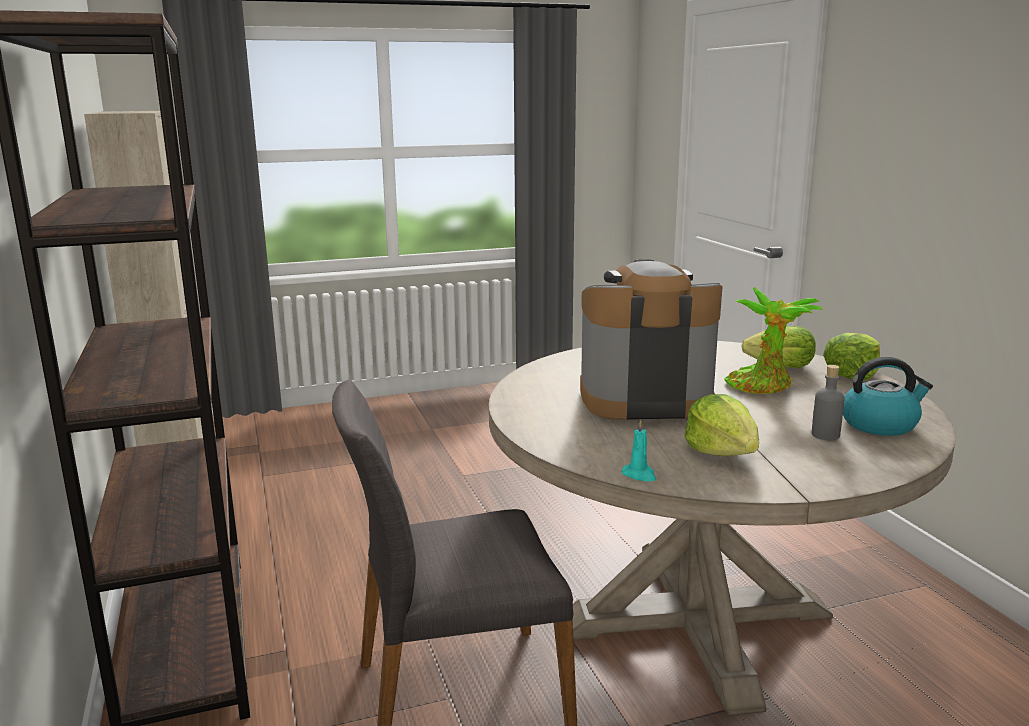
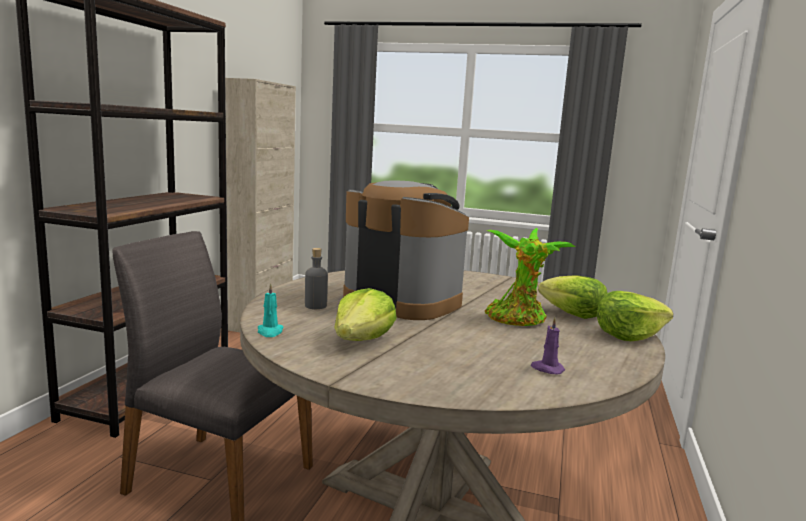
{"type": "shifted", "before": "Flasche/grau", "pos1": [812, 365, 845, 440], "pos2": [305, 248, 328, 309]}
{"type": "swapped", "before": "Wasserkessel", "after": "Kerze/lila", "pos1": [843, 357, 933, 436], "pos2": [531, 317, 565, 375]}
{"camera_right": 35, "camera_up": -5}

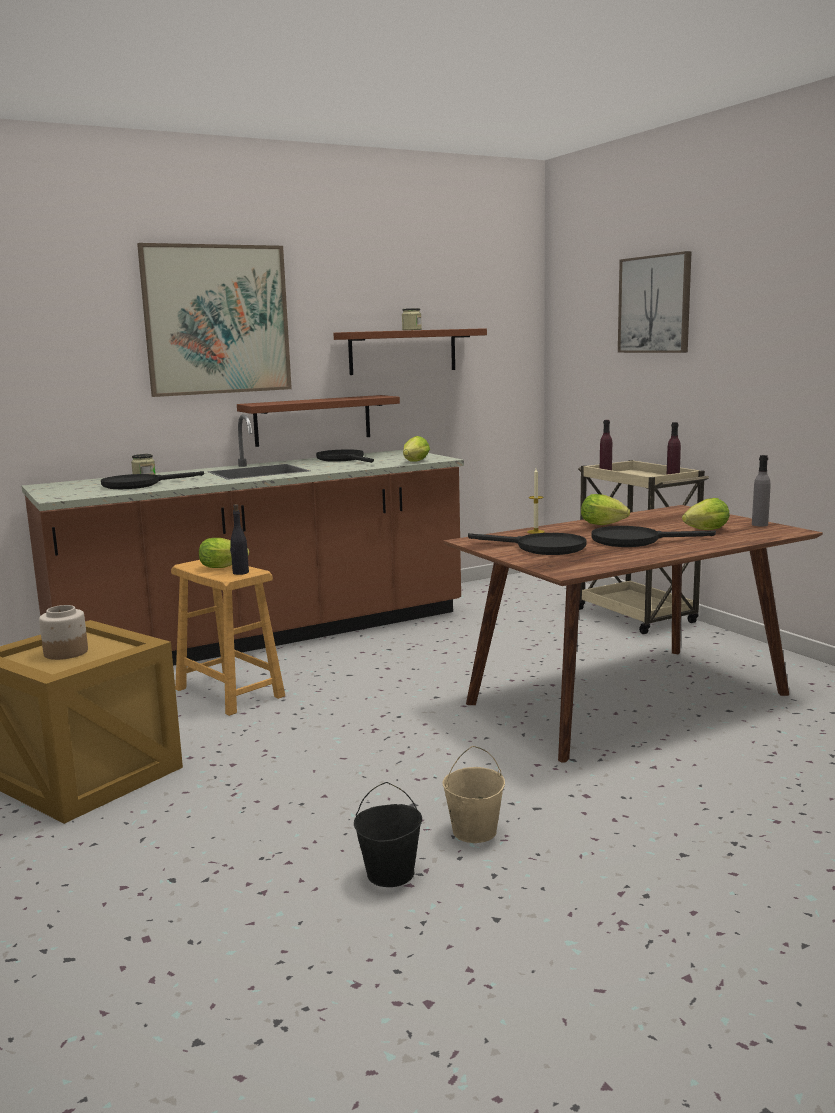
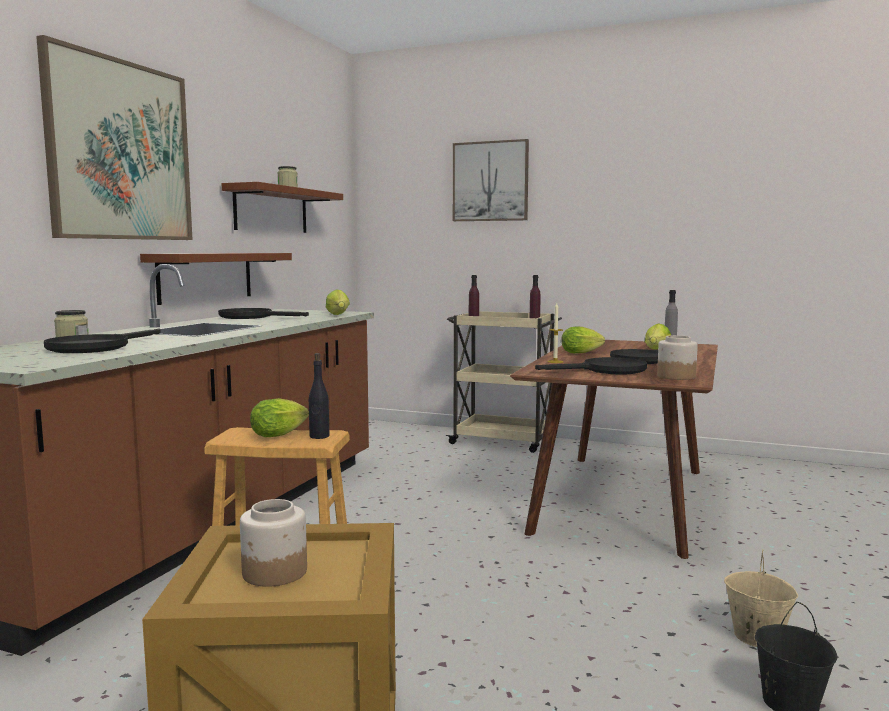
{"type": "new", "after": "Vorratsglas", "pos2": [657, 335, 698, 380]}
{"camera_right": -40, "camera_up": -5}

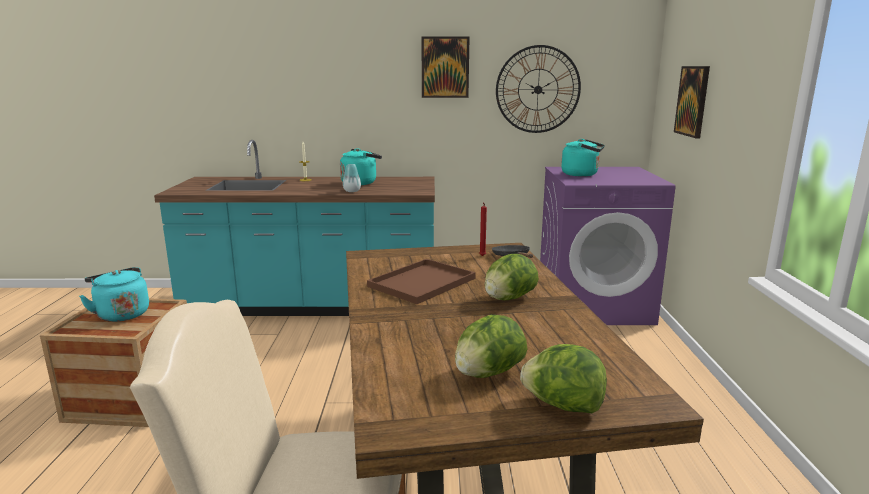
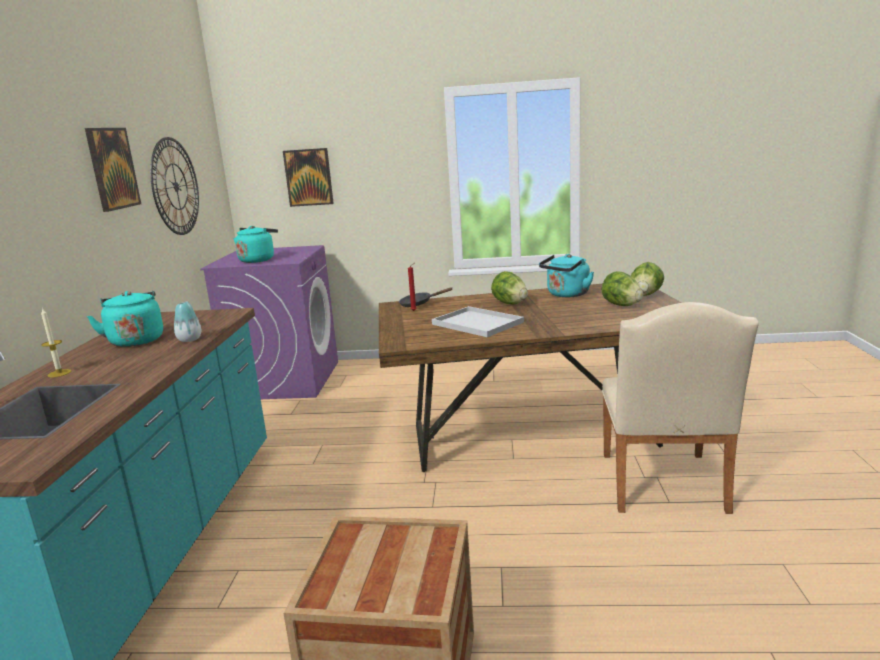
{"type": "shifted", "before": "Wasserkessel/türkis", "pos1": [79, 267, 149, 322], "pos2": [539, 254, 594, 297]}
{"type": "repainted", "before": "Tablett/braun", "after": "Tablett/weiß", "pos1": [367, 259, 476, 304], "pos2": [432, 306, 524, 337]}
{"camera_right": -85, "camera_up": 0}

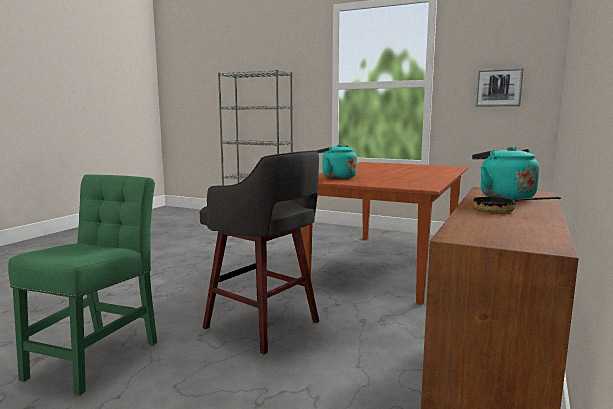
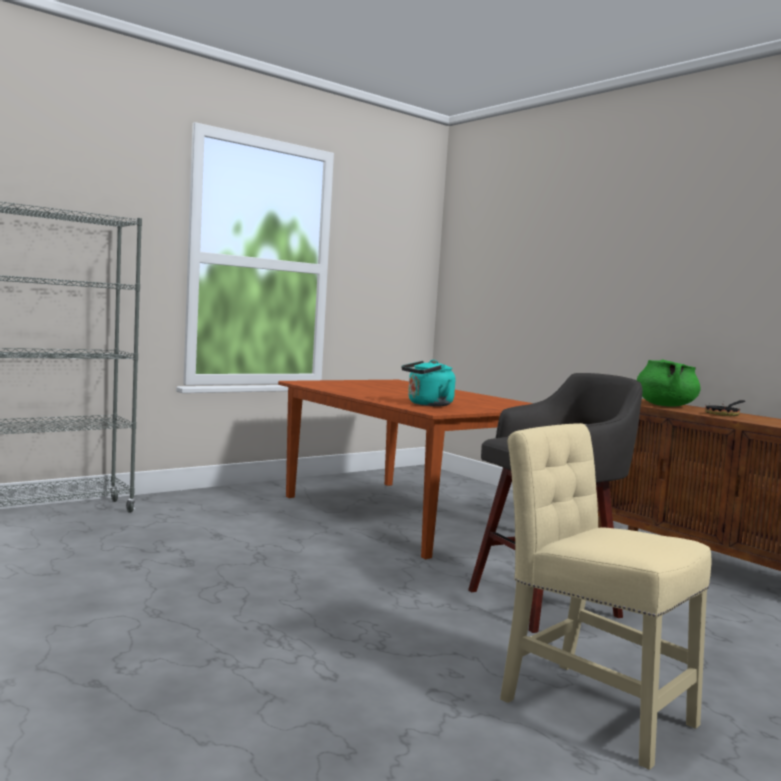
{"type": "gone", "before": "Bild", "pos1": [475, 67, 524, 107]}
{"type": "swapped", "before": "Wasserkessel/türkis", "after": "Kochtopf/grün", "pos1": [472, 146, 539, 200], "pos2": [637, 359, 701, 407]}
{"type": "repainted", "before": "Stuhl/grün", "after": "Stuhl/beige", "pos1": [8, 175, 157, 395], "pos2": [500, 423, 712, 770]}
{"camera_right": -65, "camera_up": -5}

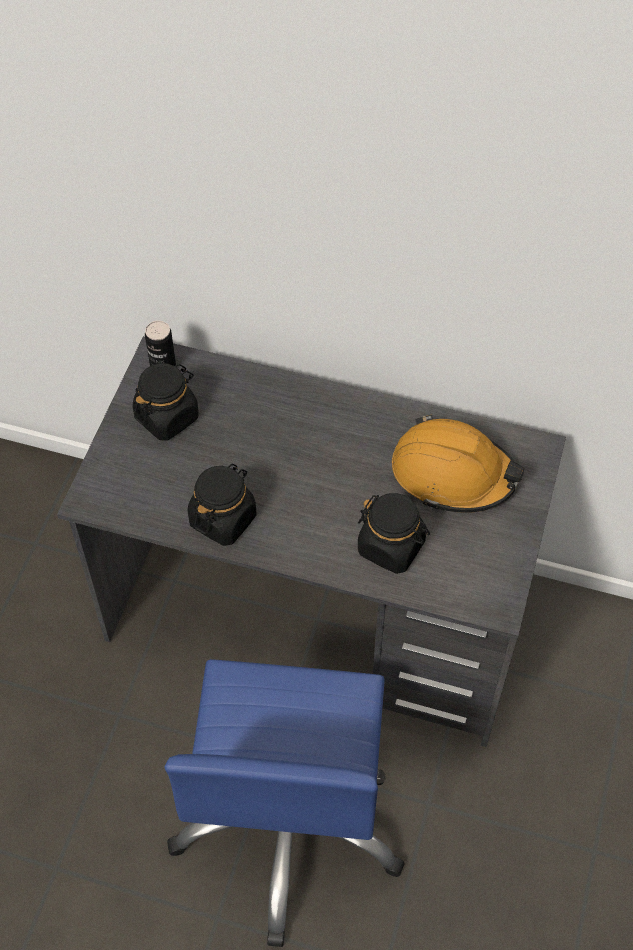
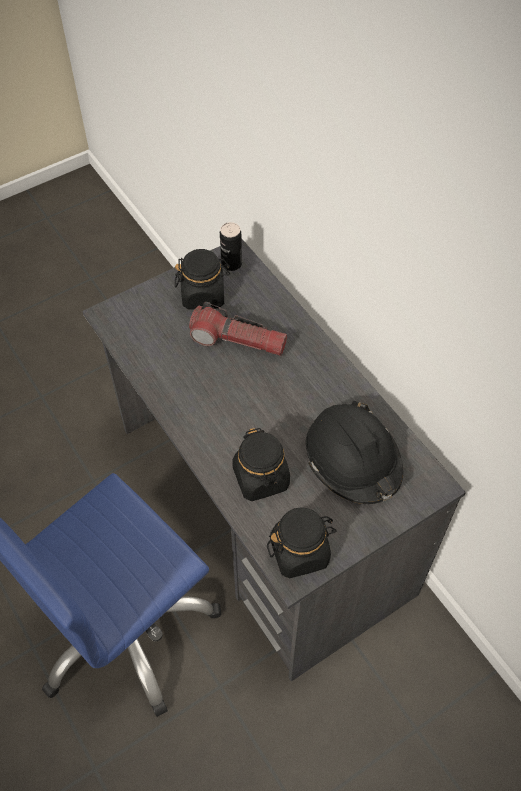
{"type": "new", "after": "Taschenlampe", "pos2": [189, 302, 287, 356]}
{"type": "shifted", "before": "Vorratsglas/schwarz", "pos1": [187, 464, 257, 546], "pos2": [267, 507, 337, 578]}
{"type": "repainted", "before": "Schutzhelm/orange", "after": "Schutzhelm/schwarz", "pos1": [392, 414, 525, 513], "pos2": [306, 400, 403, 504]}
{"camera_right": 40, "camera_up": 0}

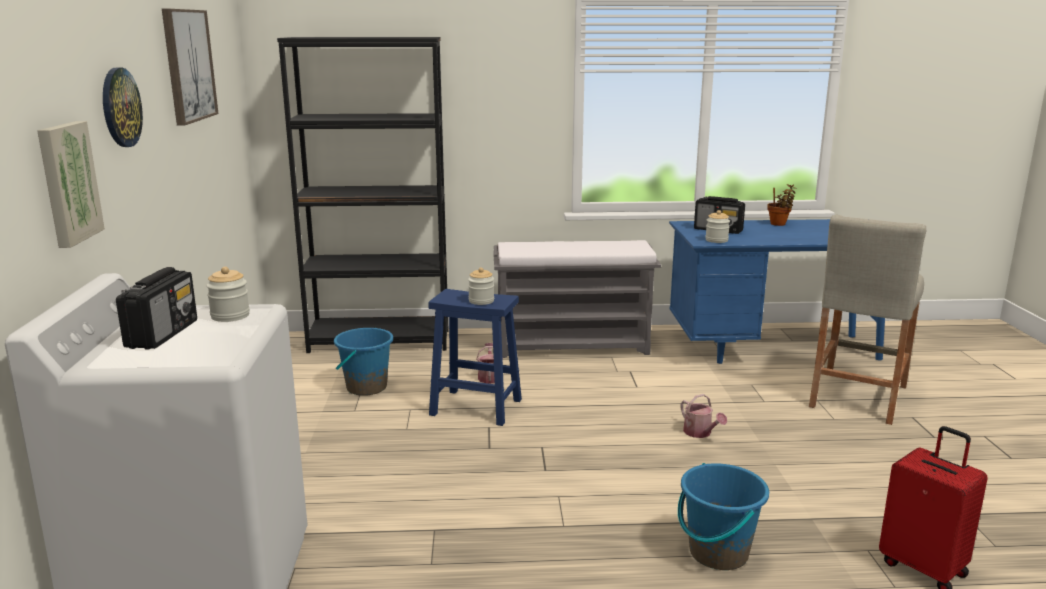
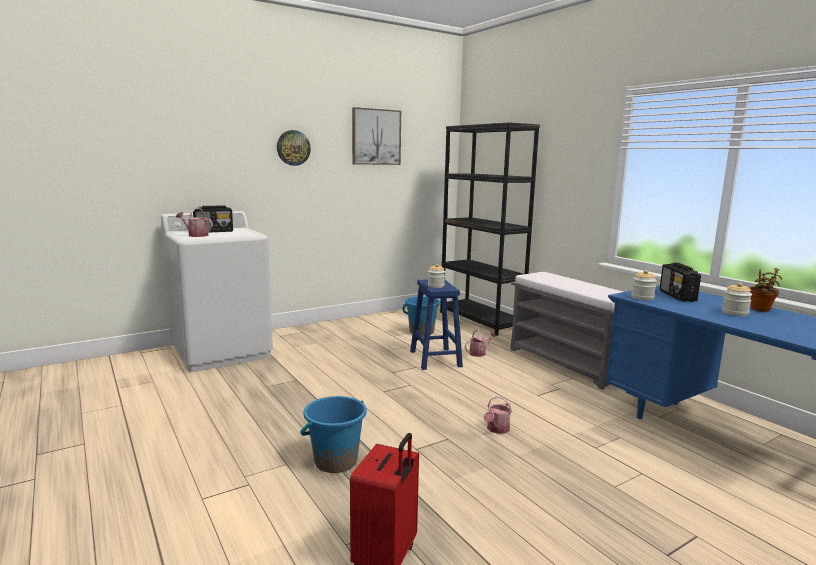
{"type": "gone", "before": "Bild", "pos1": [37, 121, 105, 248]}
{"type": "gone", "before": "Hocker/beige", "pos1": [809, 214, 926, 425]}
{"type": "new", "after": "Gießkanne", "pos2": [176, 208, 213, 237]}
{"type": "shifted", "before": "Vorratsglas", "pos1": [206, 267, 250, 322], "pos2": [722, 282, 752, 316]}
{"camera_right": 60, "camera_up": -5}

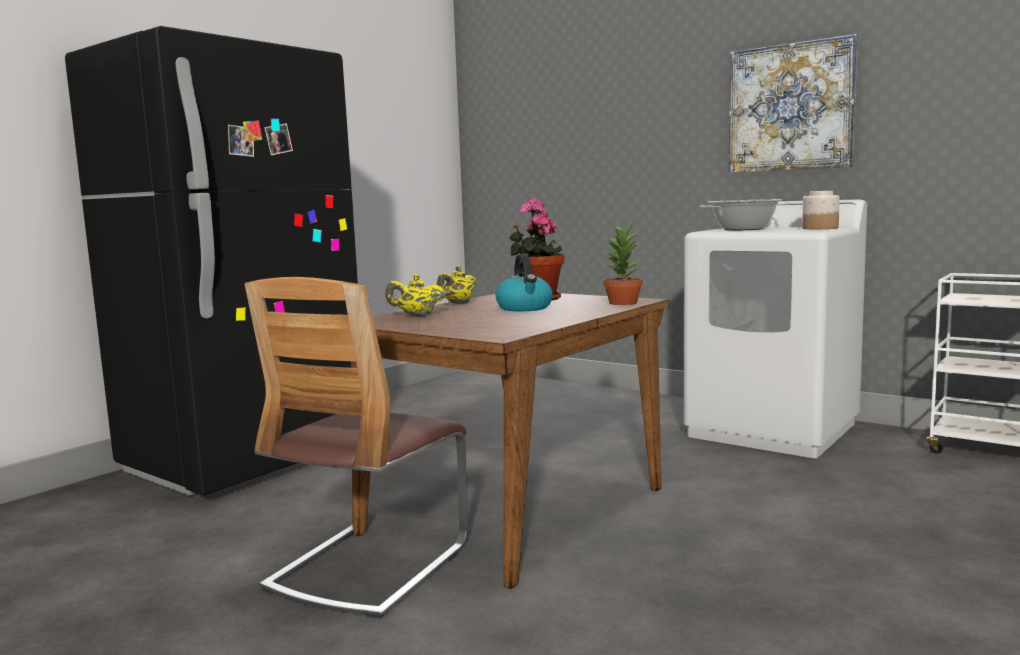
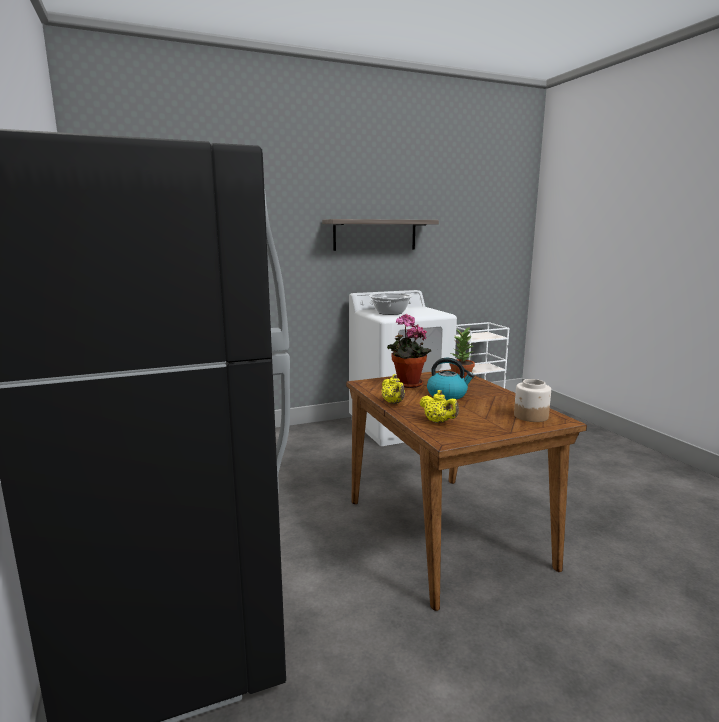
{"type": "gone", "before": "Stuhl", "pos1": [245, 277, 468, 619]}
{"type": "shifted", "before": "Vorratsglas", "pos1": [802, 191, 840, 229], "pos2": [514, 379, 551, 422]}
{"type": "swapped", "before": "Bild", "after": "Wandregal", "pos1": [729, 34, 858, 173], "pos2": [322, 219, 439, 251]}
{"type": "rotated", "before": "Teekanne/gelb", "pos1": [385, 274, 446, 317], "pos2": [420, 390, 459, 423], "turn": -60}
{"camera_right": -60, "camera_up": 5}

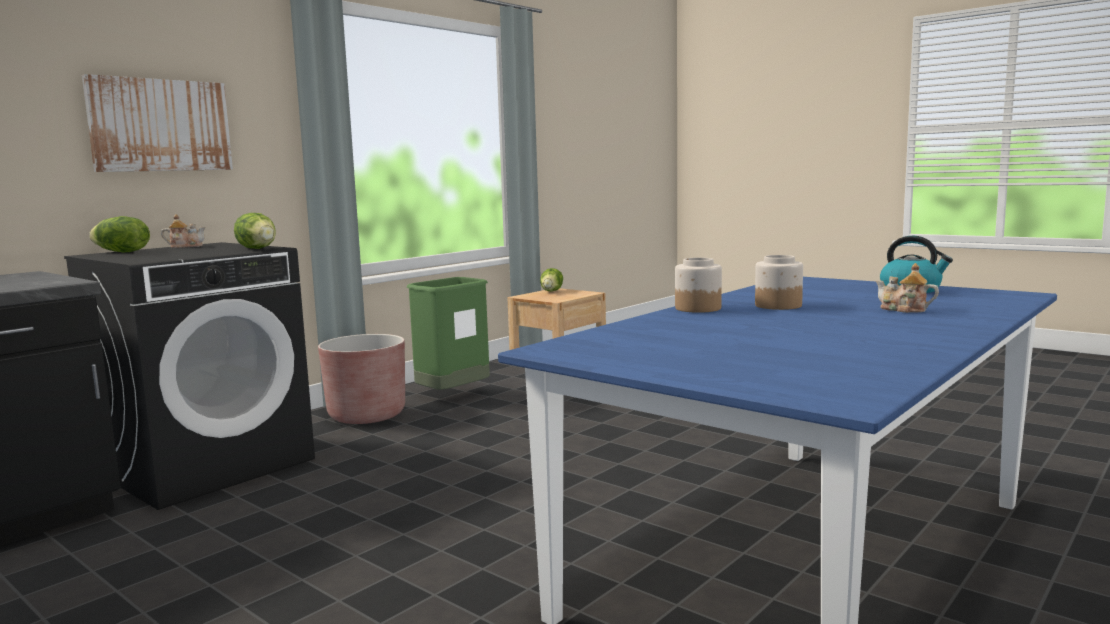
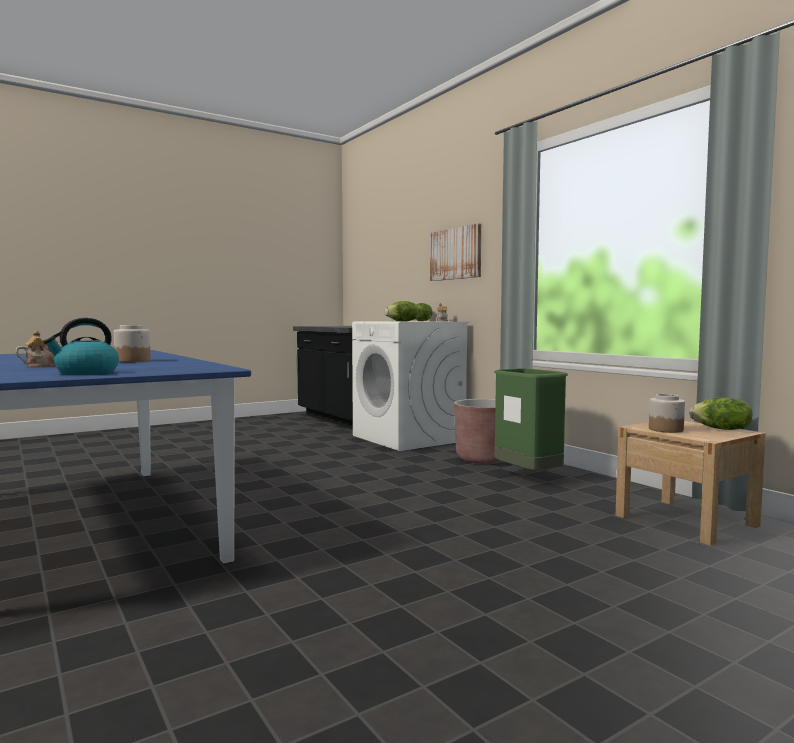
{"type": "shifted", "before": "Vorratsglas", "pos1": [675, 257, 722, 313], "pos2": [649, 394, 685, 433]}
{"type": "repainted", "before": "Waschmaschine/schwarz", "after": "Waschmaschine/weiß", "pos1": [64, 242, 315, 510], "pos2": [352, 321, 470, 451]}
{"camera_right": 105, "camera_up": -5}

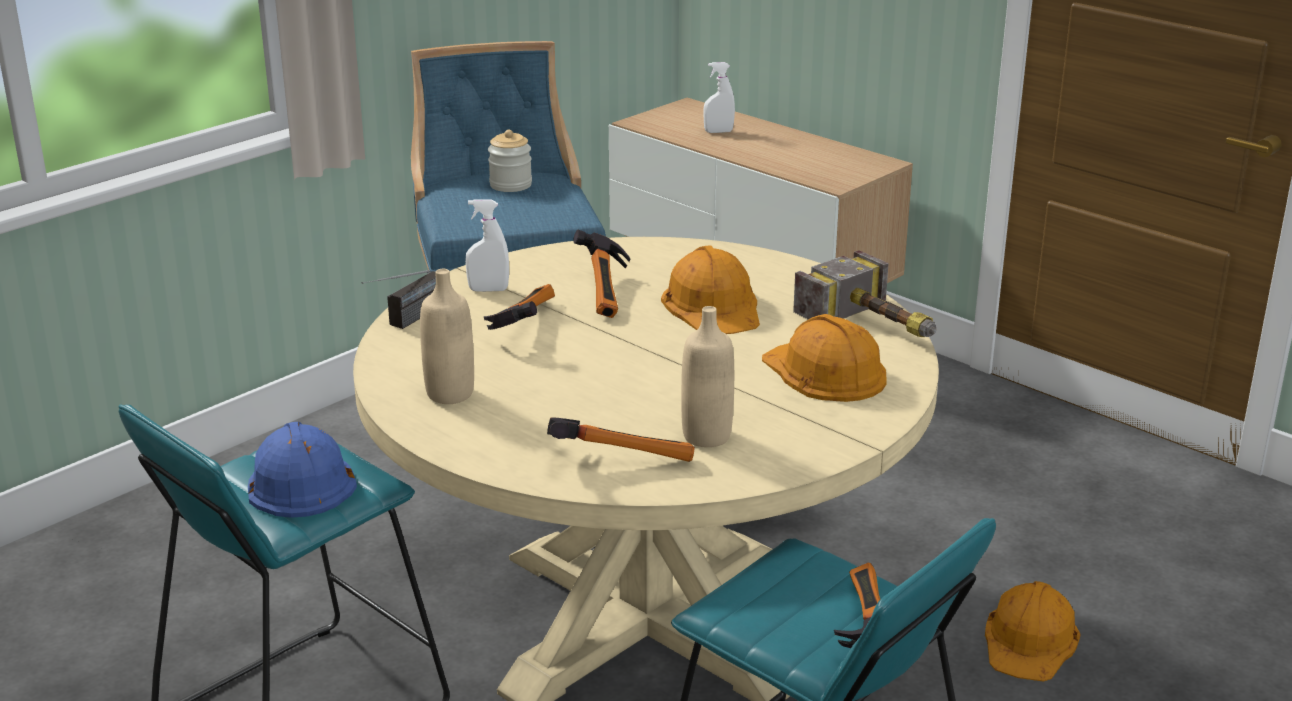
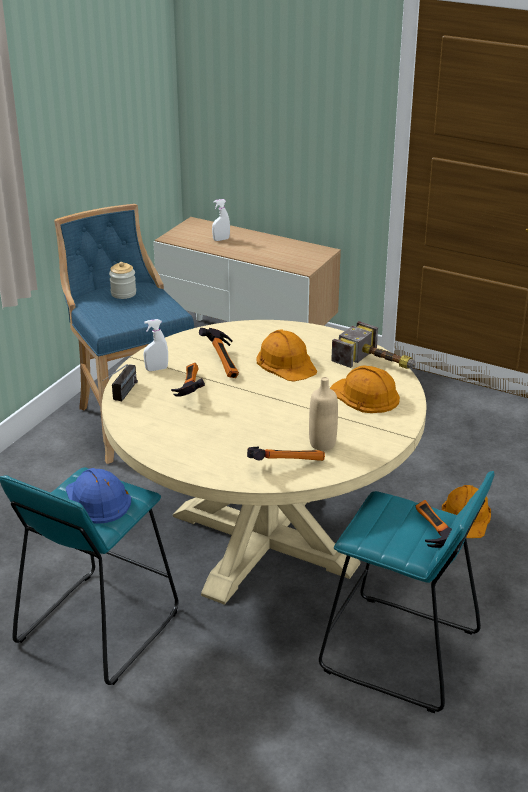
{"type": "gone", "before": "Flasche/beige", "pos1": [420, 269, 474, 404]}
{"camera_right": -15, "camera_up": 5}

